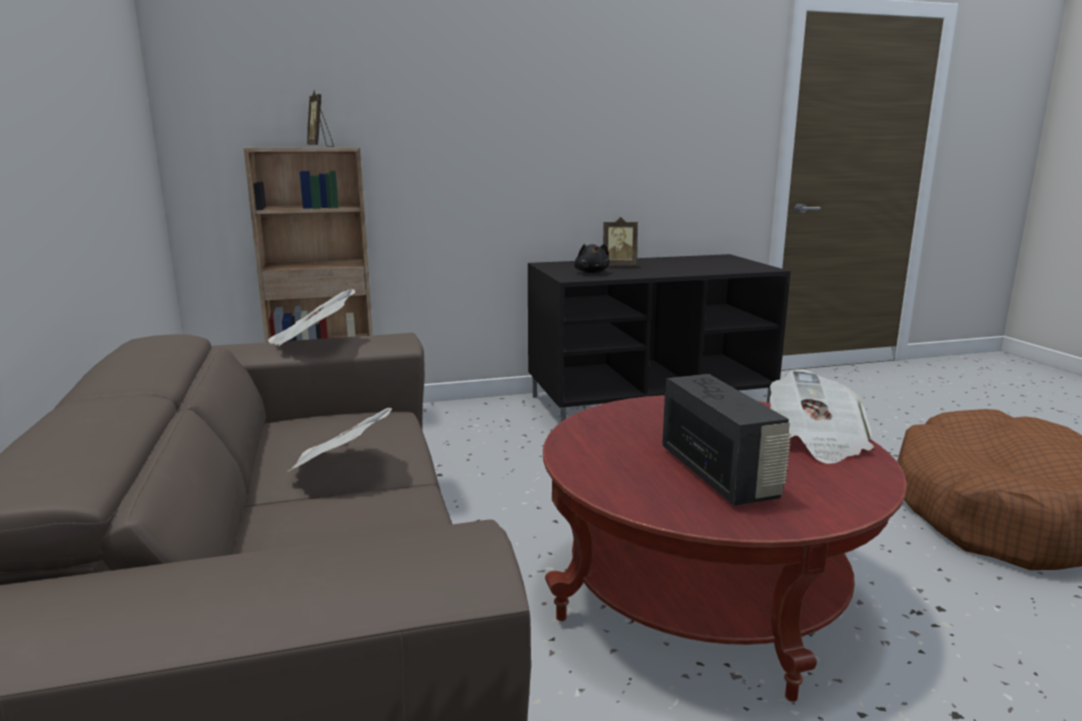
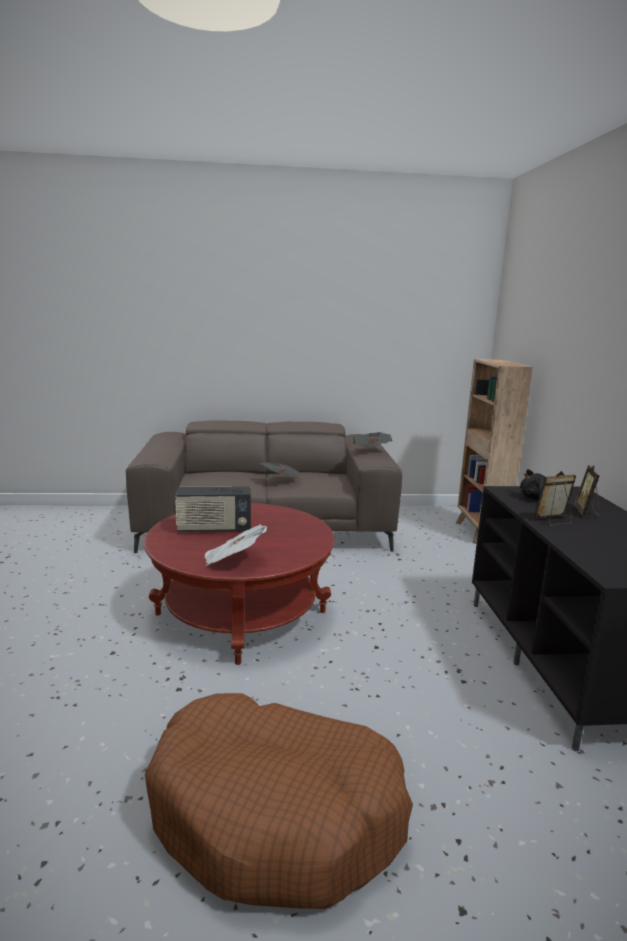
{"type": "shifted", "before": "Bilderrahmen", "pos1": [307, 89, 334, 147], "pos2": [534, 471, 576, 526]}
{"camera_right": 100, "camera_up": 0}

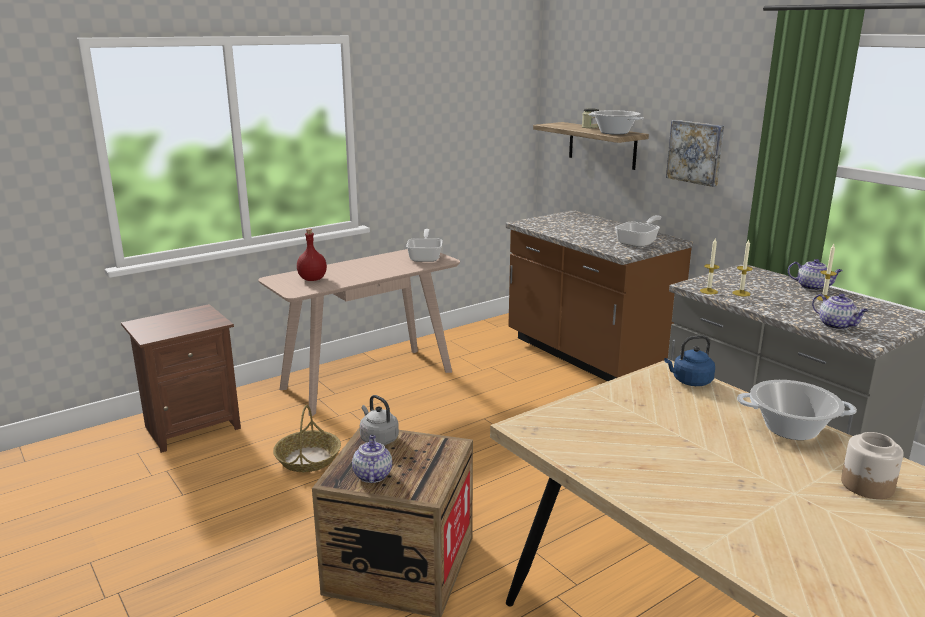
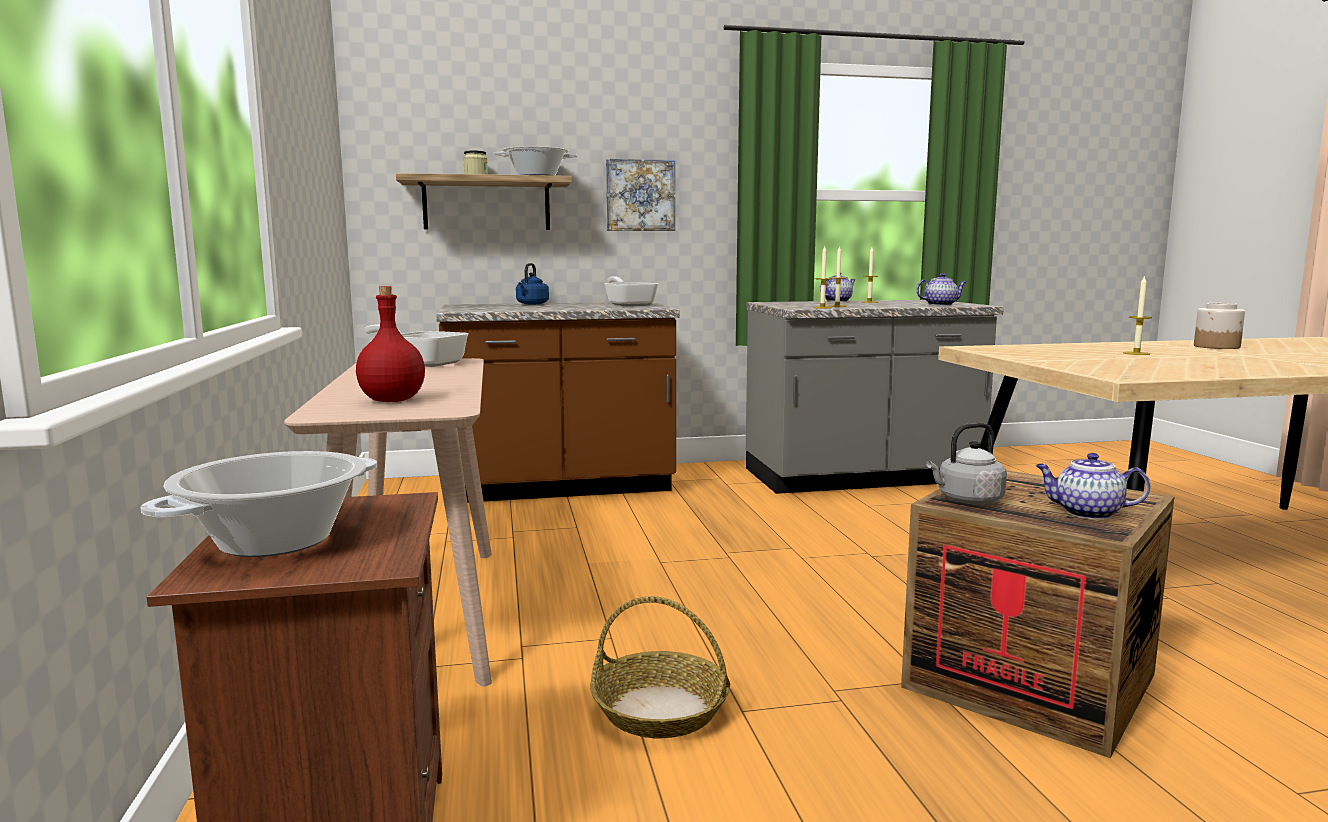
{"type": "new", "after": "Kerze", "pos2": [1123, 275, 1152, 355]}
{"type": "shifted", "before": "Wasserkessel/blau", "pos1": [664, 335, 715, 386], "pos2": [516, 263, 549, 305]}
{"type": "shifted", "before": "Kochtopf", "pos1": [737, 380, 857, 440], "pos2": [140, 451, 377, 557]}
{"camera_right": -65, "camera_up": -10}

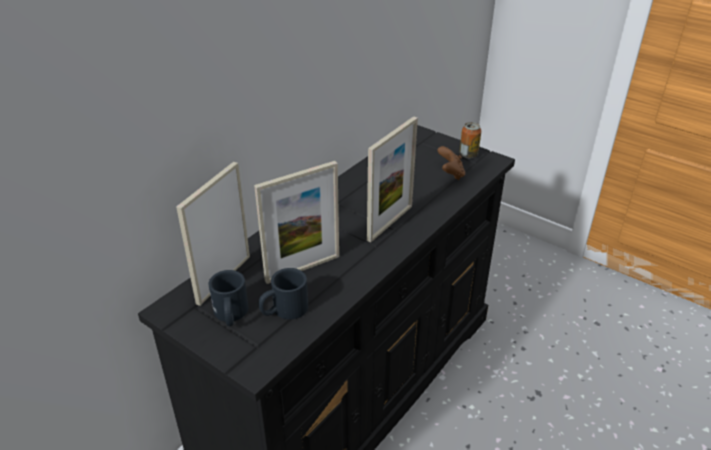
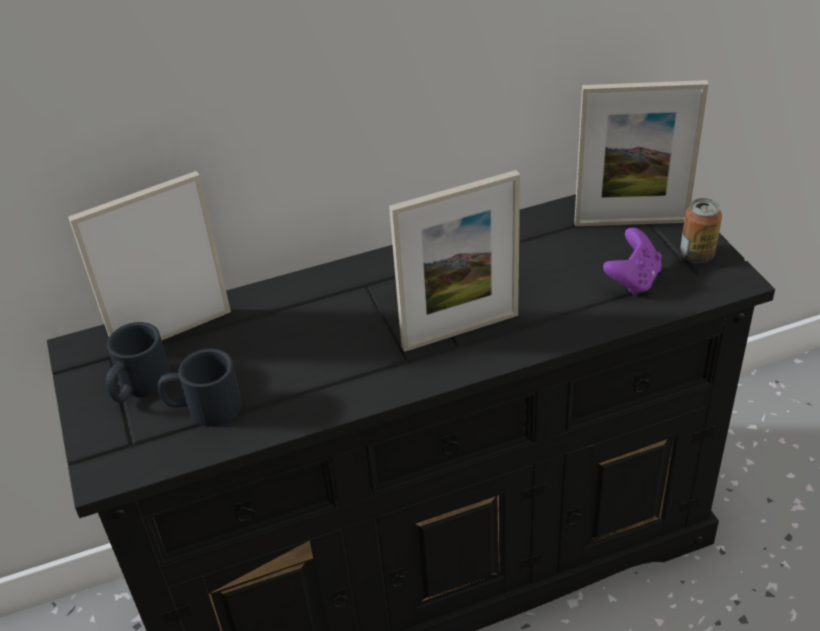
{"type": "shifted", "before": "Bilderrahmen", "pos1": [254, 161, 339, 284], "pos2": [574, 80, 709, 226]}
{"type": "repainted", "before": "Gamepad/braun", "after": "Gamepad/lila", "pos1": [438, 146, 465, 180], "pos2": [603, 227, 662, 296]}
{"camera_right": 35, "camera_up": 5}

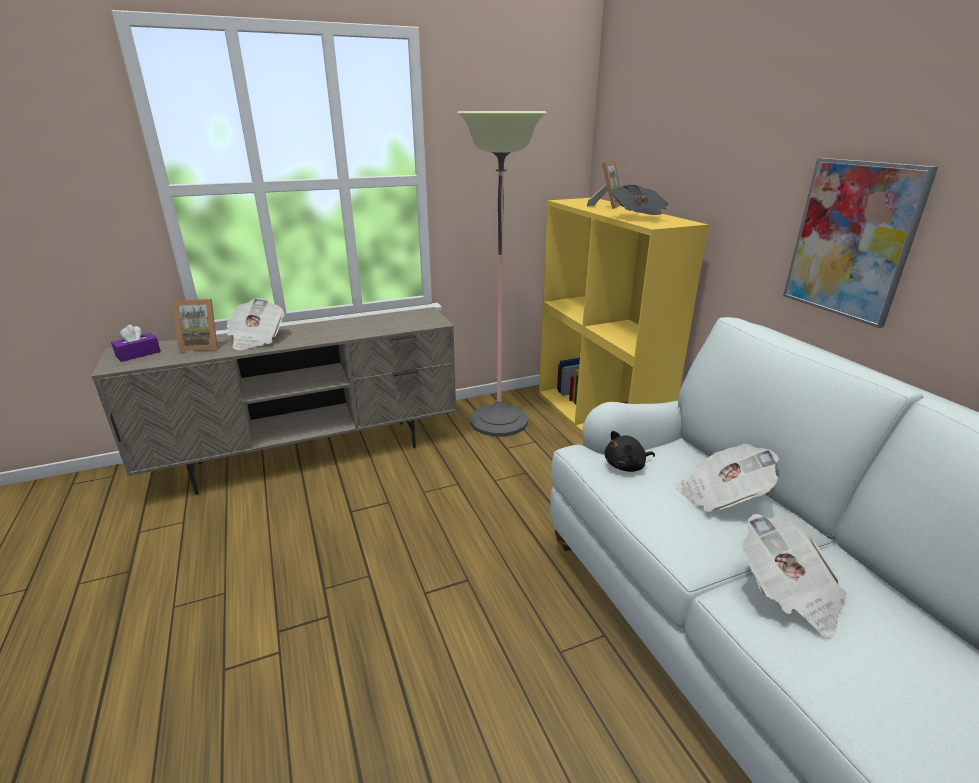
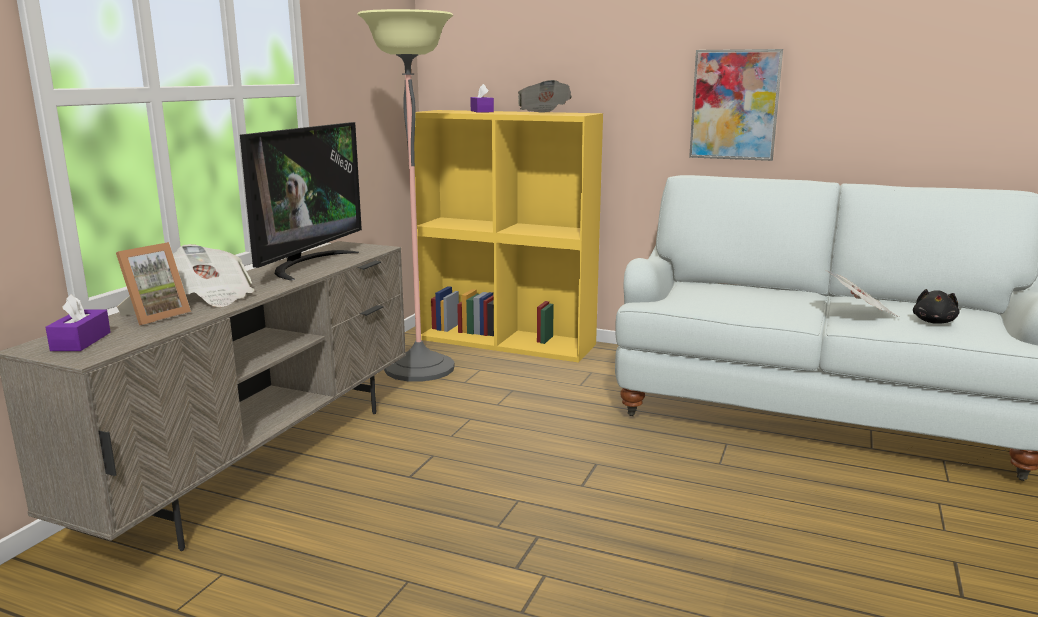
{"type": "gone", "before": "Zeitung", "pos1": [676, 444, 780, 512]}
{"type": "new", "after": "Fernseher", "pos2": [240, 122, 362, 280]}
{"type": "shifted", "before": "Plüschtier/schwarz", "pos1": [605, 431, 655, 472], "pos2": [913, 289, 959, 324]}
{"type": "swapped", "before": "Bilderrahmen", "after": "Taschentuchbox/lila", "pos1": [587, 160, 621, 209], "pos2": [470, 84, 494, 113]}
{"camera_right": -45, "camera_up": -10}

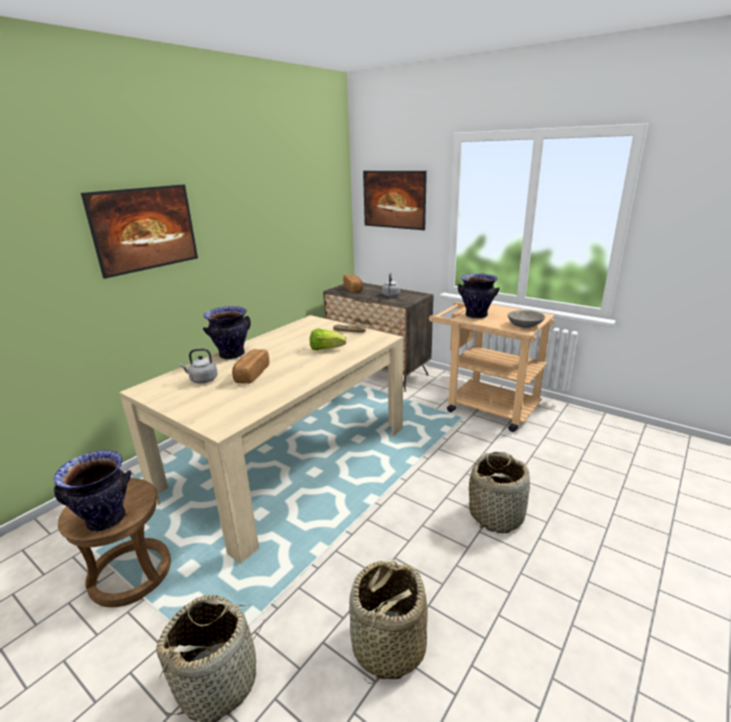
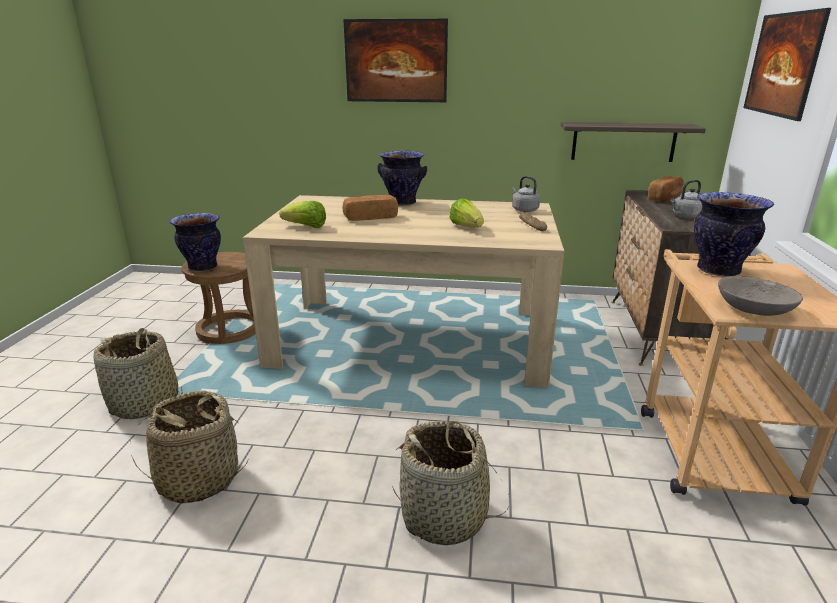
{"type": "new", "after": "Salatkopf", "pos2": [280, 201, 326, 228]}
{"type": "new", "after": "Wandregal", "pos2": [561, 122, 706, 162]}
{"type": "shifted", "before": "Wasserkessel/grau", "pos1": [180, 348, 218, 383], "pos2": [512, 176, 540, 212]}
{"camera_right": 60, "camera_up": 0}

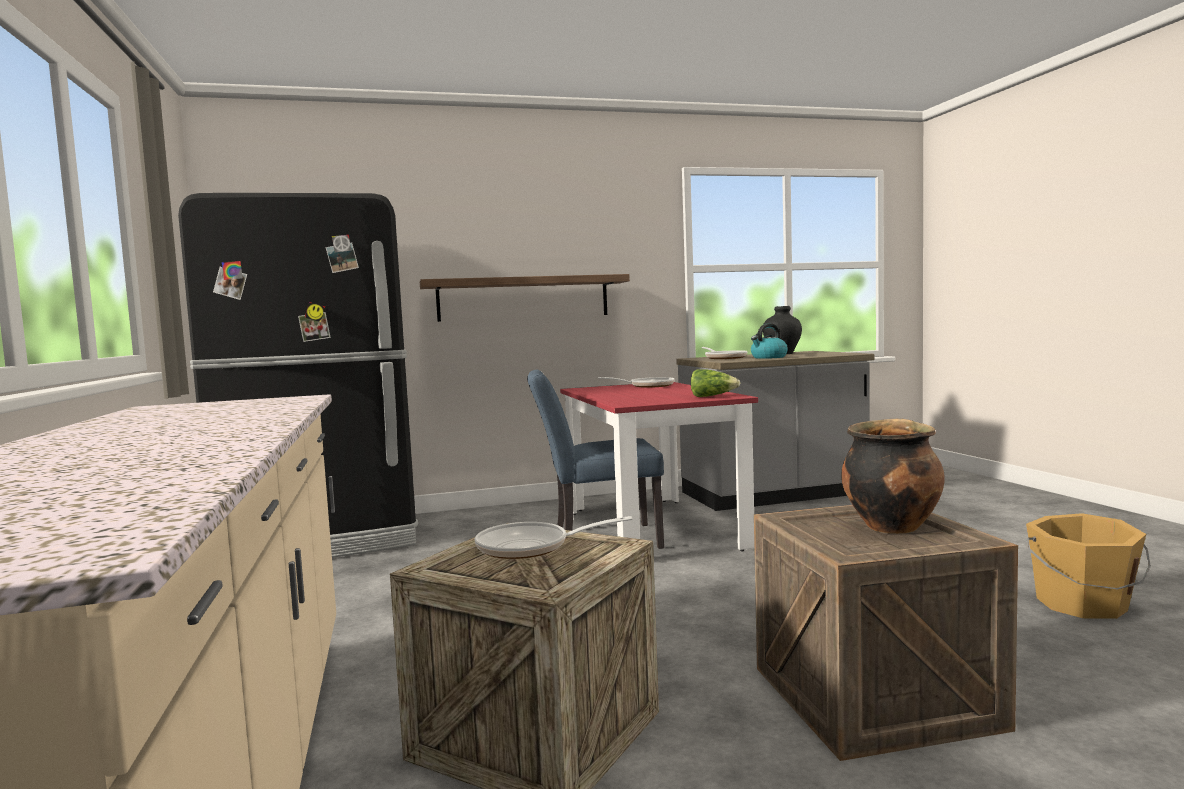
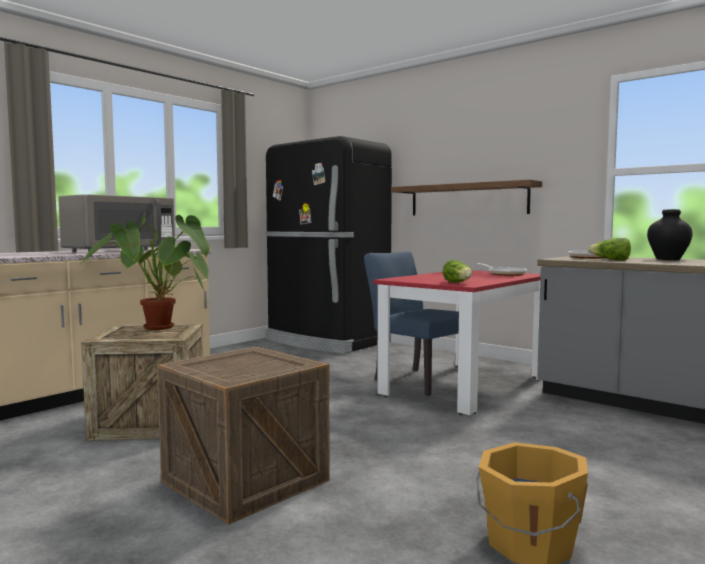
{"type": "gone", "before": "Kochtopf", "pos1": [841, 419, 945, 534]}
{"type": "new", "after": "Mikrowelle/grau", "pos2": [58, 194, 175, 252]}
{"type": "swapped", "before": "Pfanne", "after": "Topfpflanze", "pos1": [475, 516, 632, 559], "pos2": [79, 212, 210, 330]}
{"type": "swapped", "before": "Wasserkessel", "after": "Salatkopf", "pos1": [751, 323, 788, 359], "pos2": [587, 238, 631, 261]}
{"camera_right": 55, "camera_up": 0}

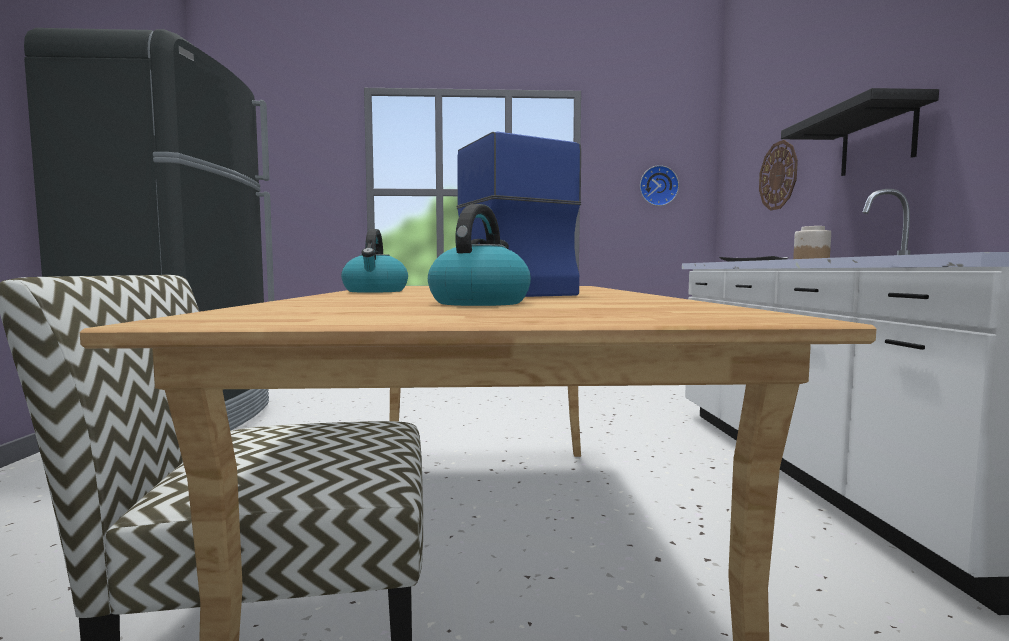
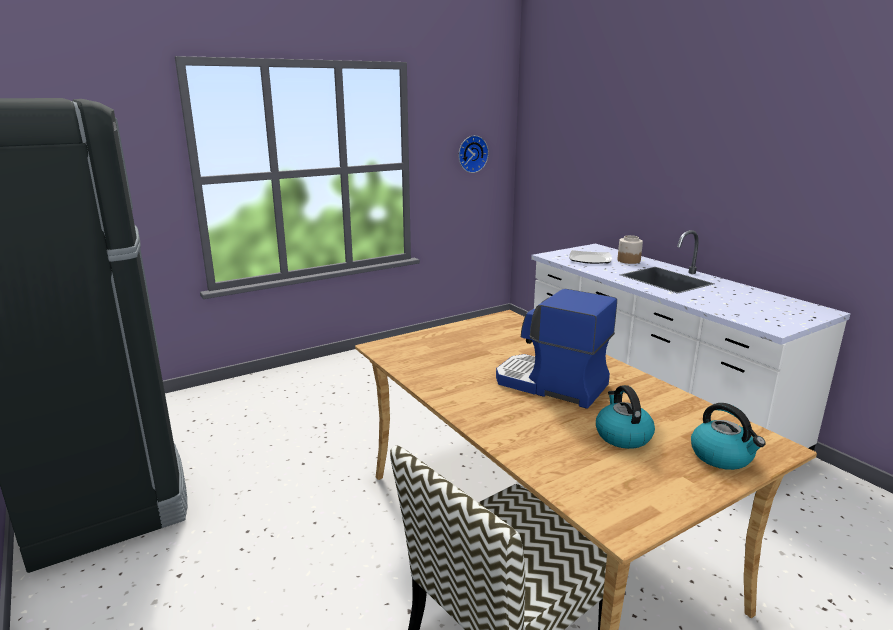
{"type": "gone", "before": "Wanduhr", "pos1": [759, 140, 798, 211]}
{"type": "gone", "before": "Wandregal/schwarz", "pos1": [781, 88, 939, 176]}
{"type": "shifted", "before": "Wasserkessel", "pos1": [341, 229, 408, 293], "pos2": [691, 403, 766, 470]}
{"camera_right": -30, "camera_up": 15}

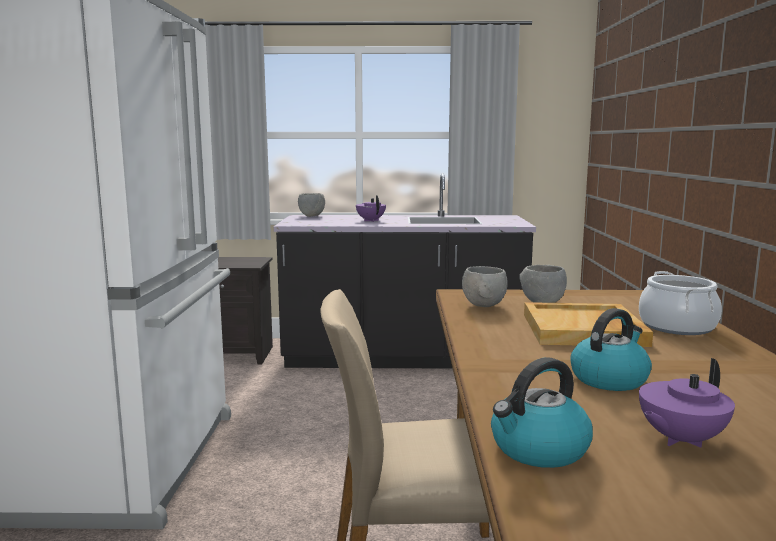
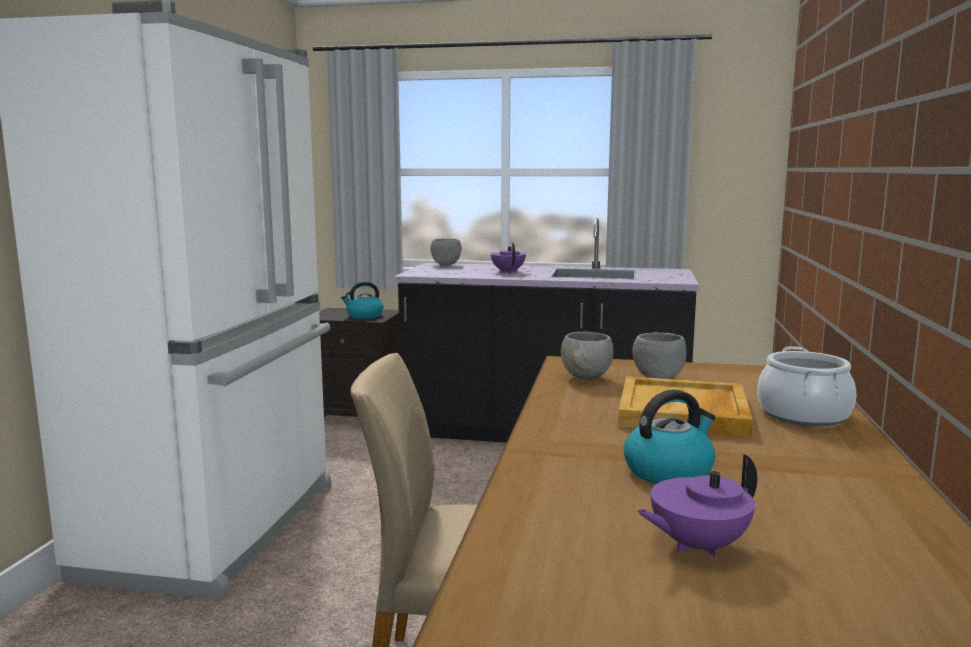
{"type": "shifted", "before": "Wasserkessel", "pos1": [491, 357, 593, 468], "pos2": [341, 281, 383, 319]}
{"camera_right": 10, "camera_up": 0}

